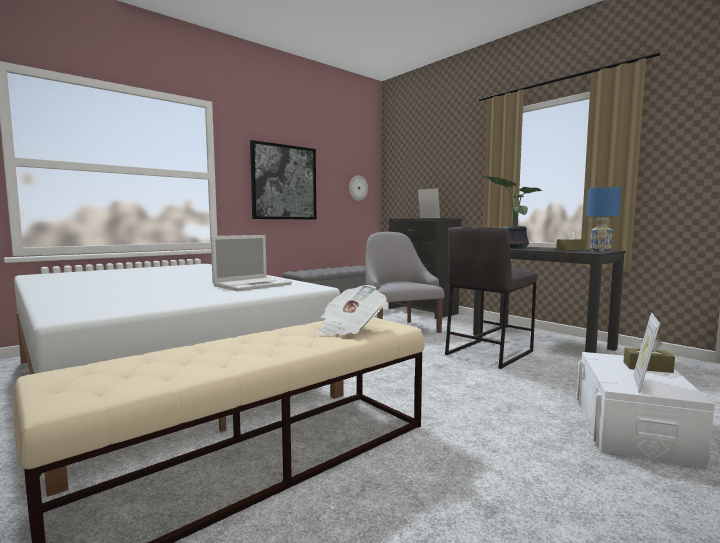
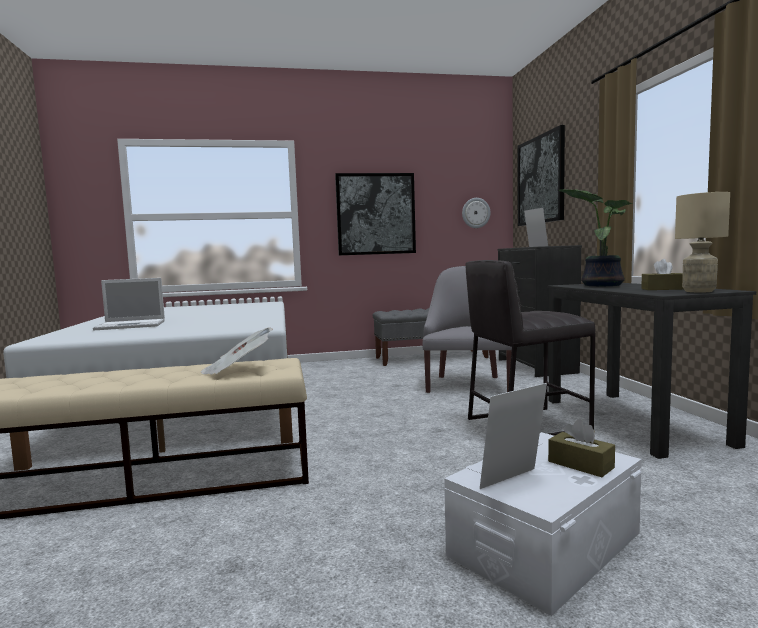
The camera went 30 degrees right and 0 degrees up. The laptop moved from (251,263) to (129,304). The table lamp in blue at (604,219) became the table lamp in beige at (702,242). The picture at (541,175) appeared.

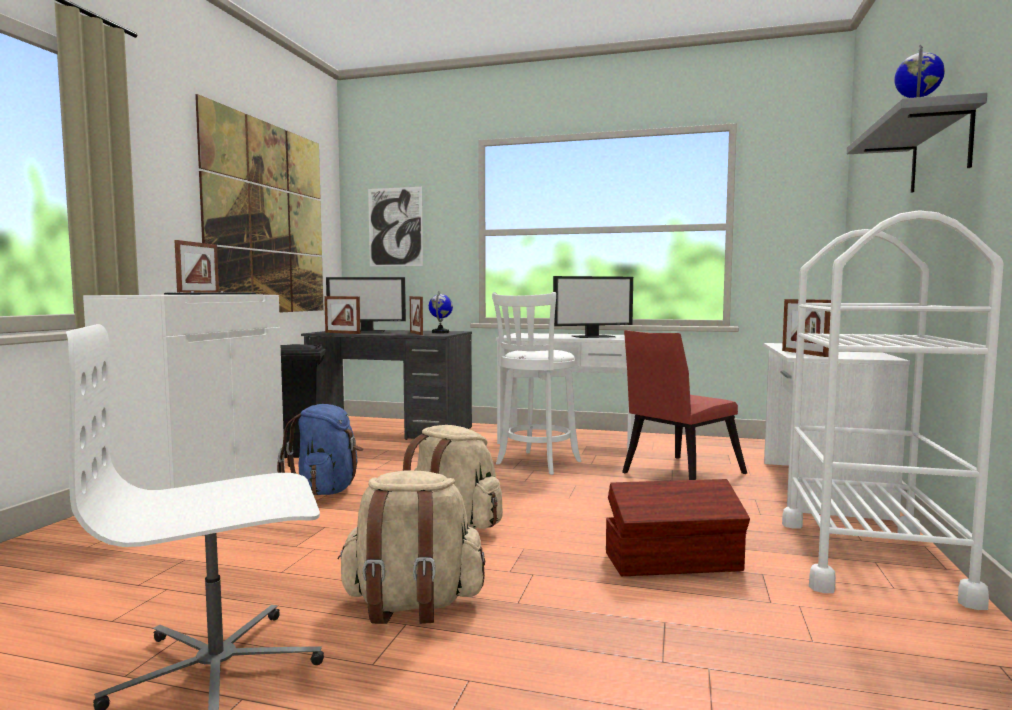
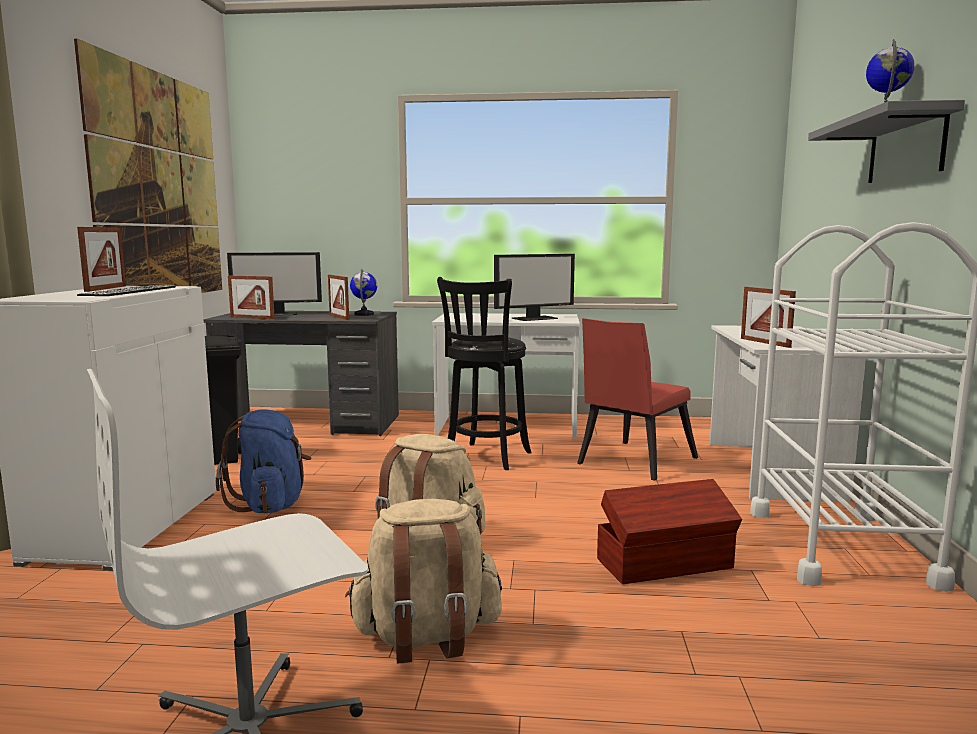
The camera went 10 degrees left and 5 degrees up. The picture at (395,227) disappeared. The stool in white at (537,383) became the stool in black at (484,373).

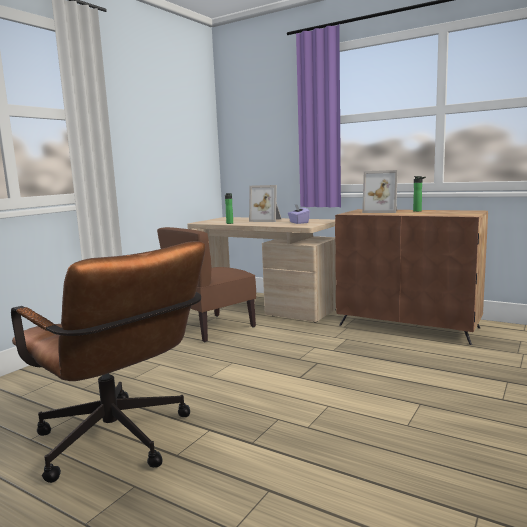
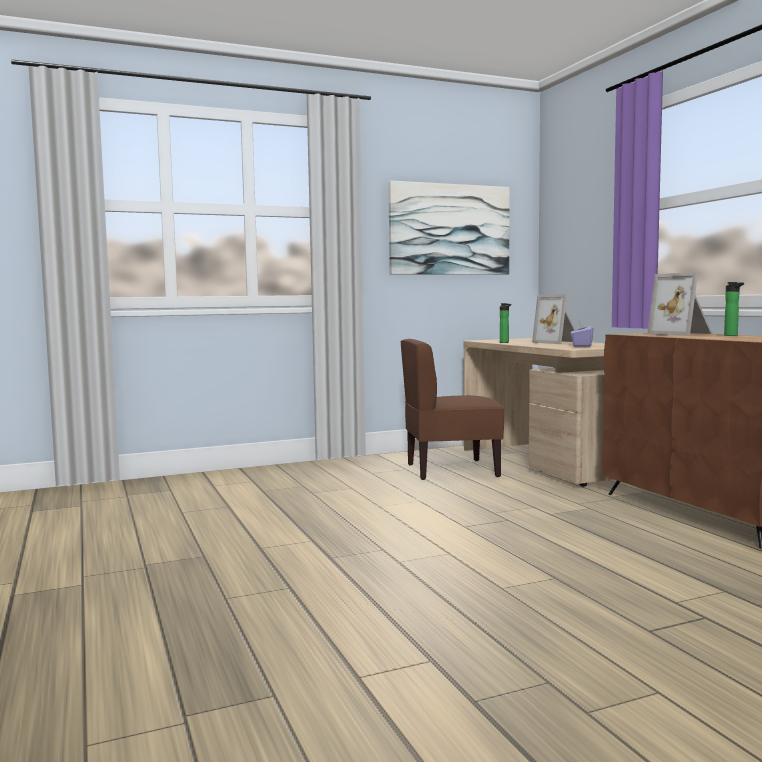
The camera went 35 degrees right and 5 degrees down. The office chair in brown at (108,362) disappeared. The picture at (449,228) appeared.

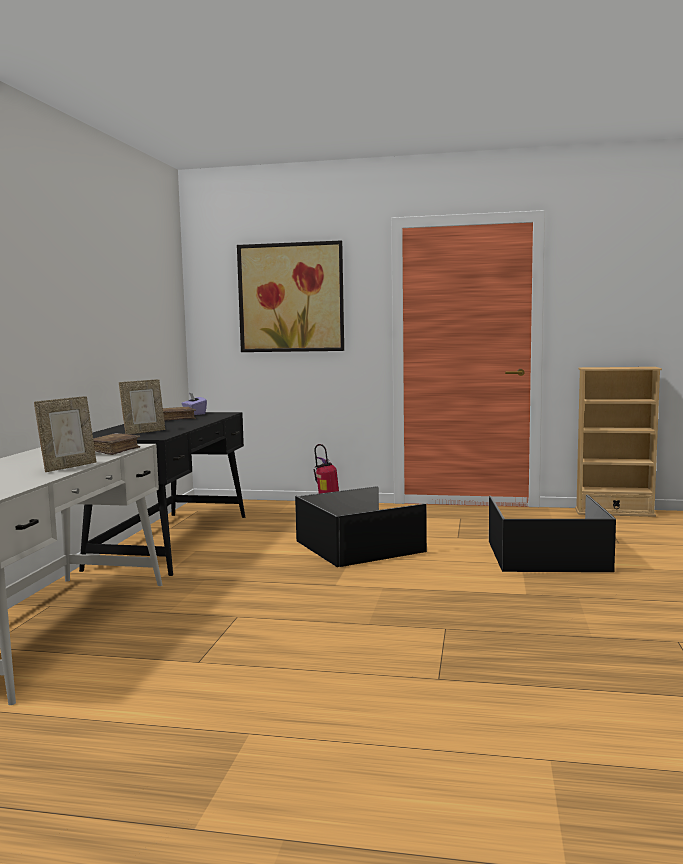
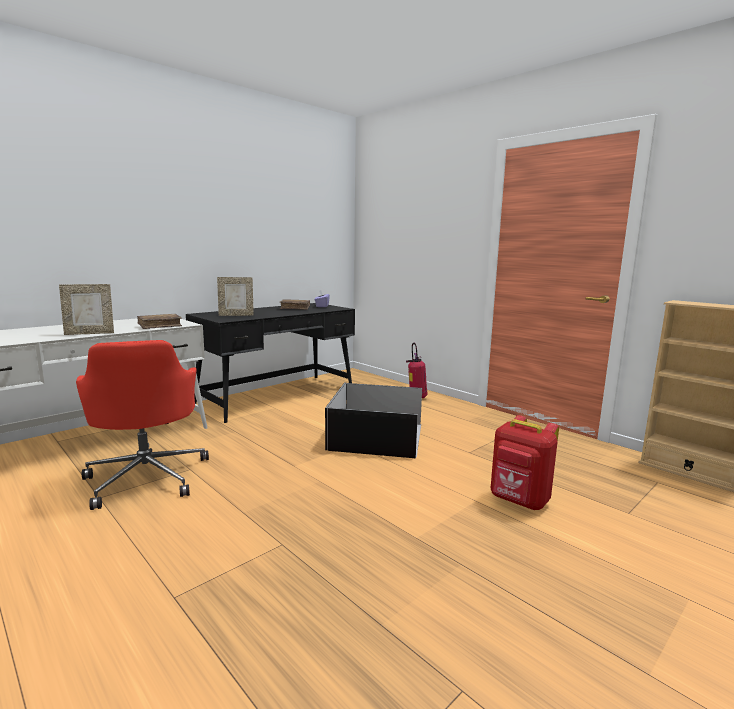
The camera went 35 degrees right and 5 degrees up. The picture at (290,296) disappeared. The storage box in black at (552,533) was replaced by the backpack in red at (525,462). The office chair in red at (142,425) appeared.

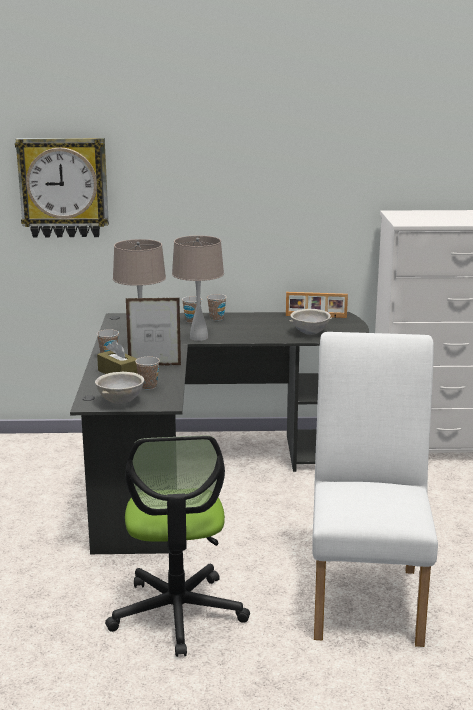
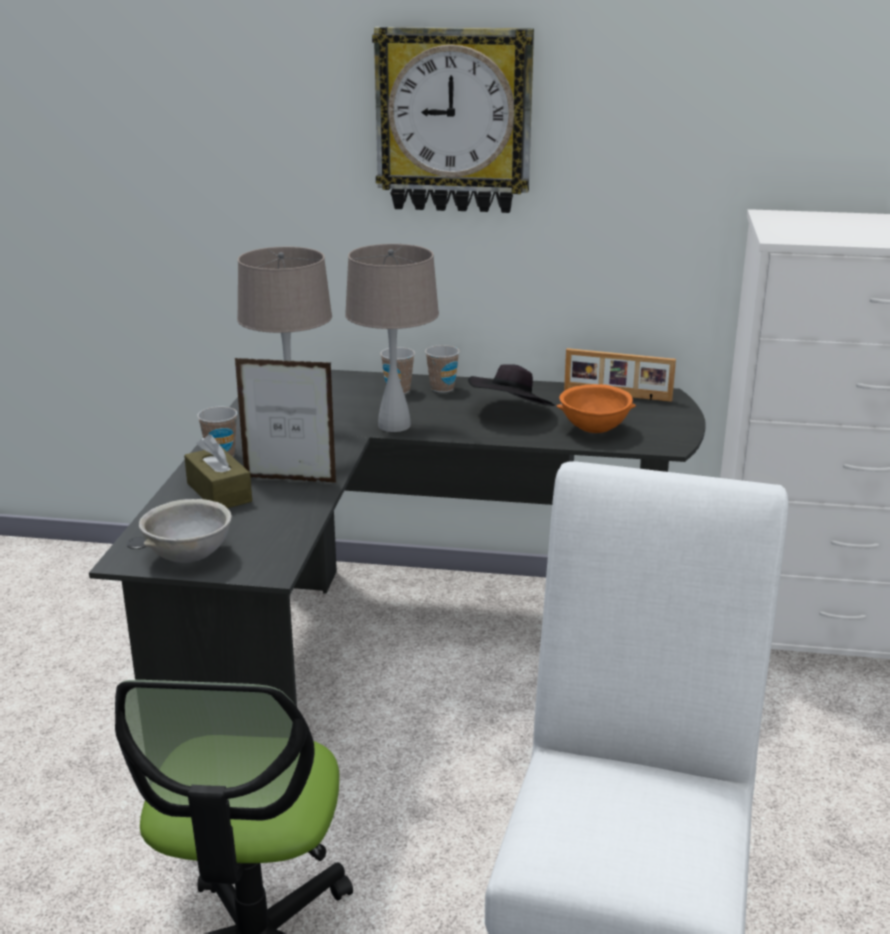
The camera went 10 degrees right and 5 degrees up. The wall clock moved from (62,188) to (453,119). The cup at (147,373) disappeared. The bowl in grey at (310,322) became the bowl in orange at (596,408). The hat in black at (511,385) appeared.

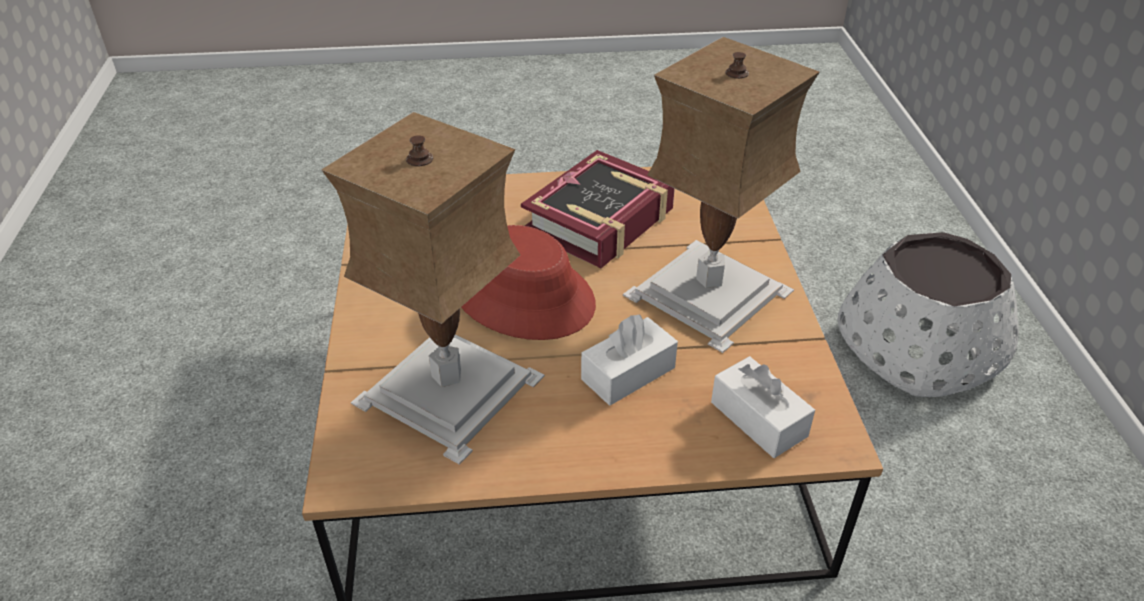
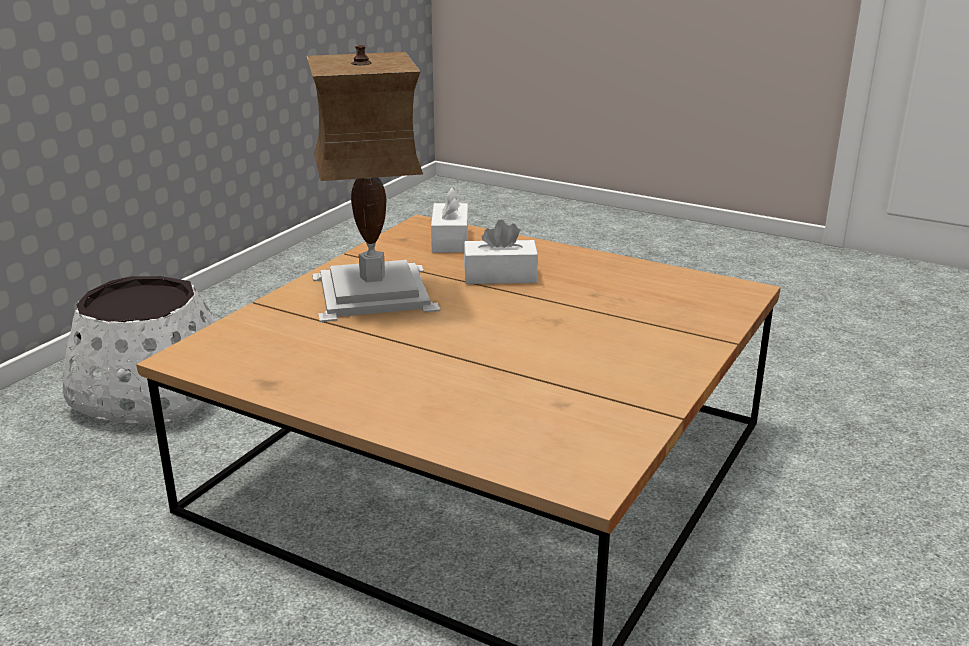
The camera went 145 degrees left and 15 degrees down. The table lamp at (433,288) disappeared. The hat in red at (528,282) disappeared. The book at (598,209) disappeared.

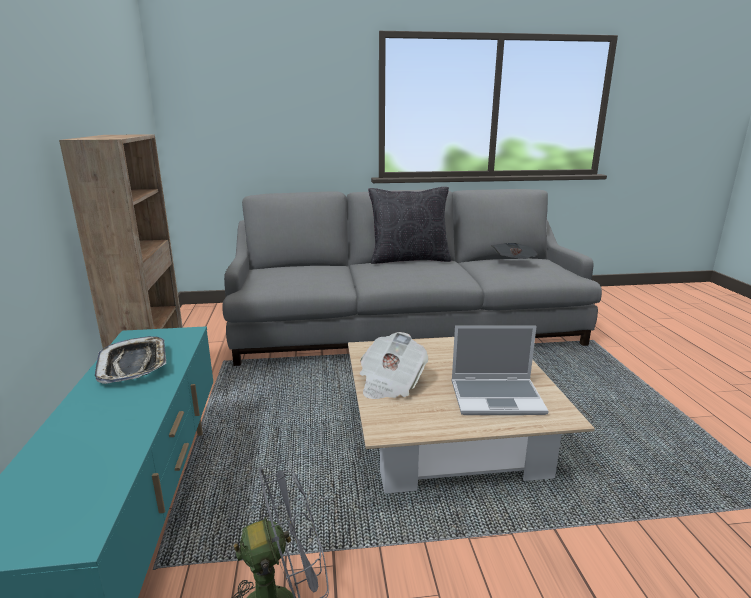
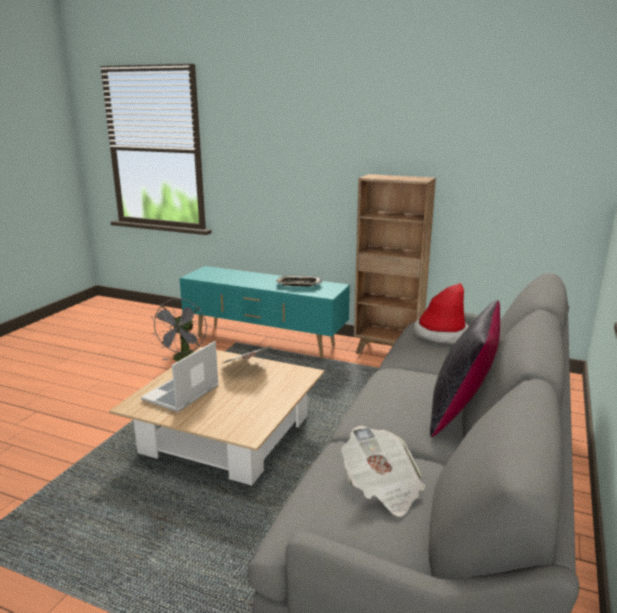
The camera went 120 degrees right and 0 degrees up. The hat at (441,313) appeared.

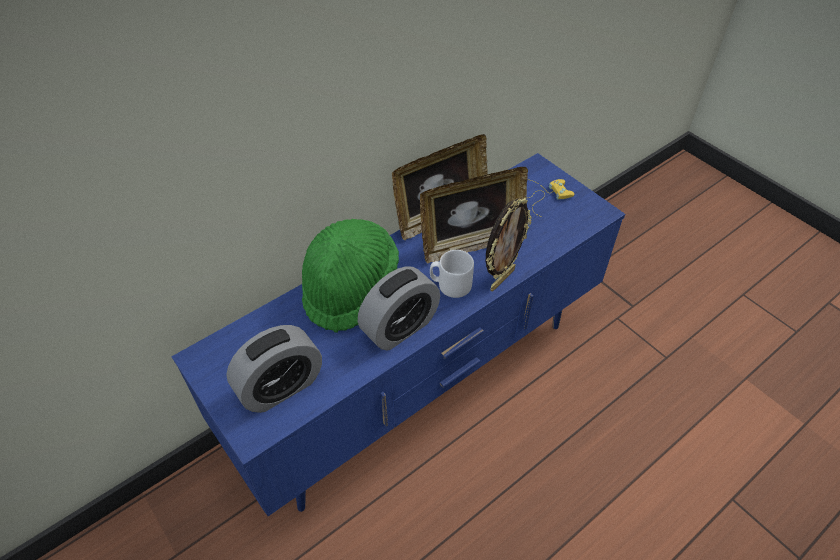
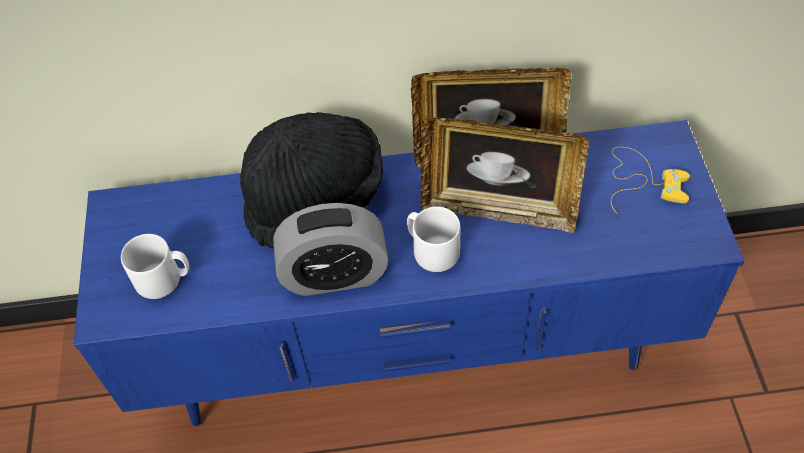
The camera went 35 degrees right and 5 degrees up. The alarm clock at (274,369) was replaced by the mug in white at (155,266). The hat in green at (350,276) became the hat in black at (311,180). The picture frame at (509,244) disappeared.

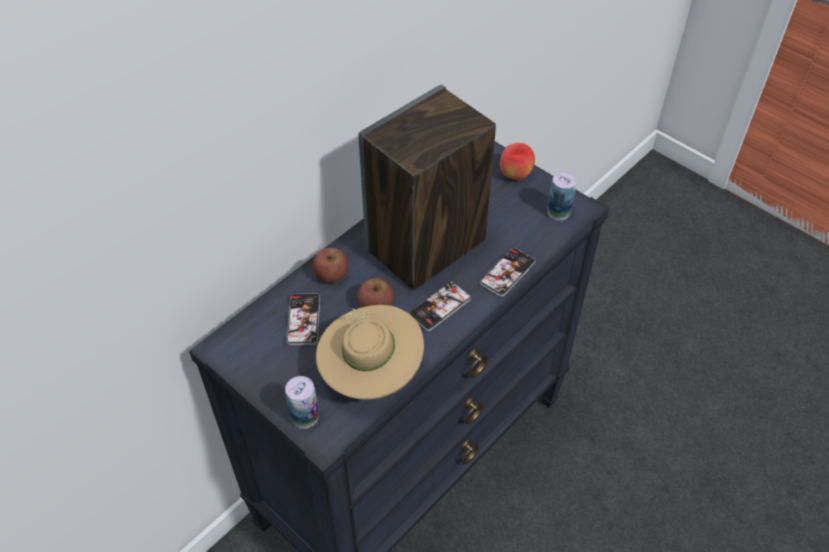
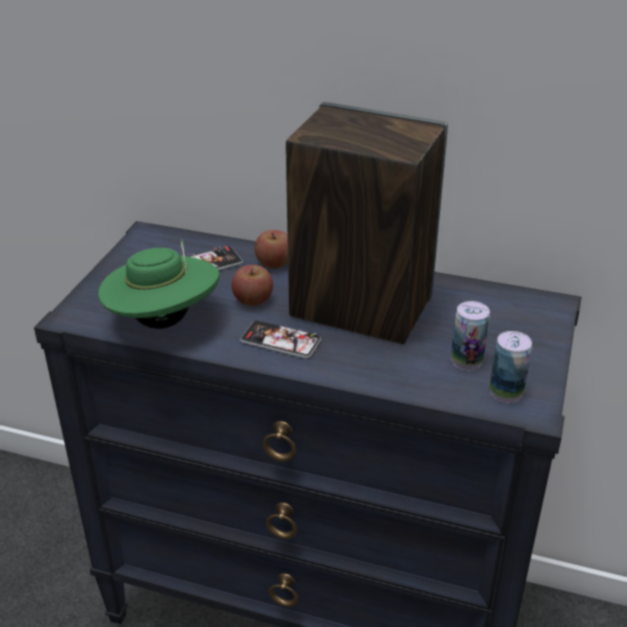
The camera went 65 degrees right and 15 degrees down. The can moved from (302,402) to (470,336). The hat in beige at (370,352) became the hat in green at (159,284). The phone at (507,272) disappeared. The apple at (517,161) disappeared.

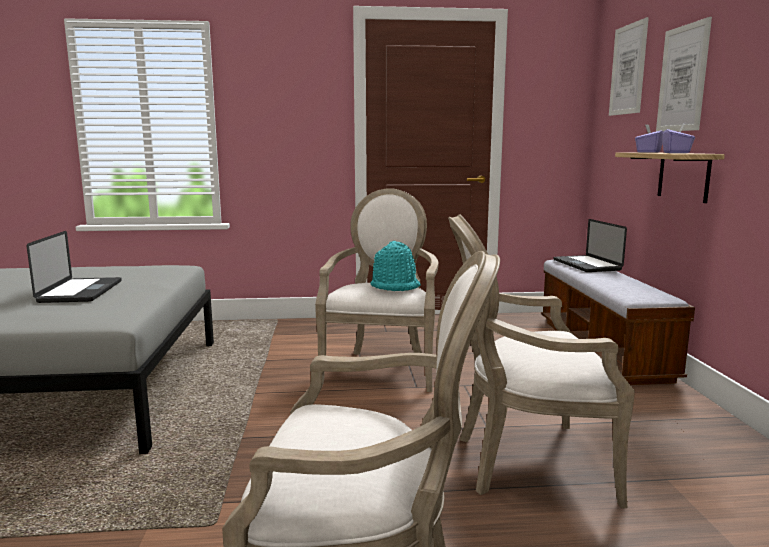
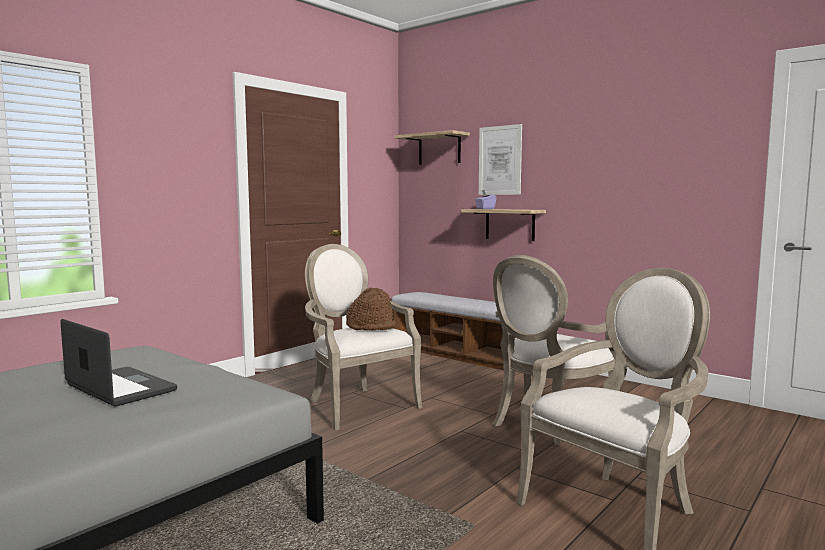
The camera went 45 degrees left and 5 degrees down. The hat in turquoise at (395,266) became the hat in brown at (371,309). The laptop at (590,245) disappeared. The picture at (629,66) was replaced by the shelf at (432,147). The tissue box in purple at (679,138) disappeared.

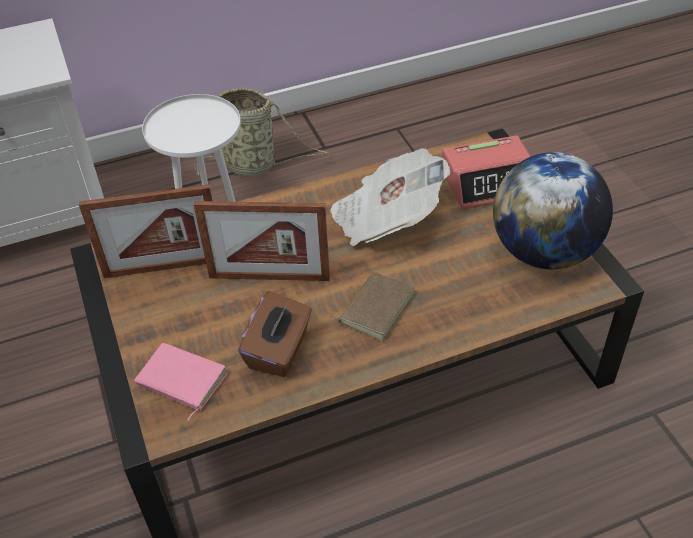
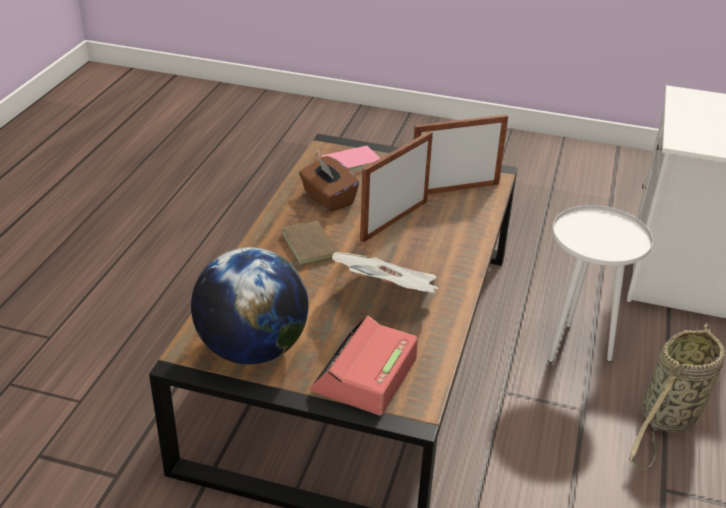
The camera went 125 degrees right and 10 degrees down. The picture frame at (145,231) turned 45 degrees clockwise.

